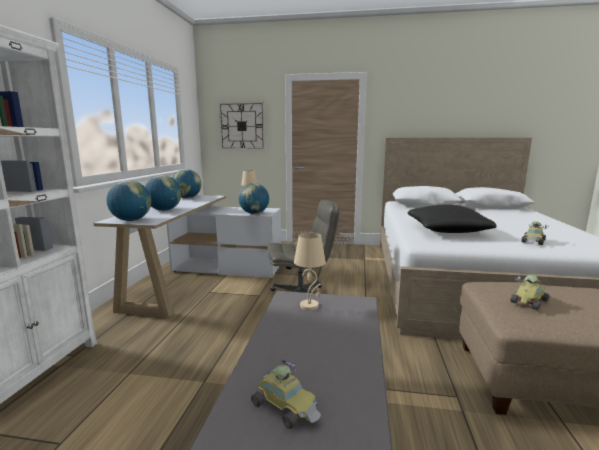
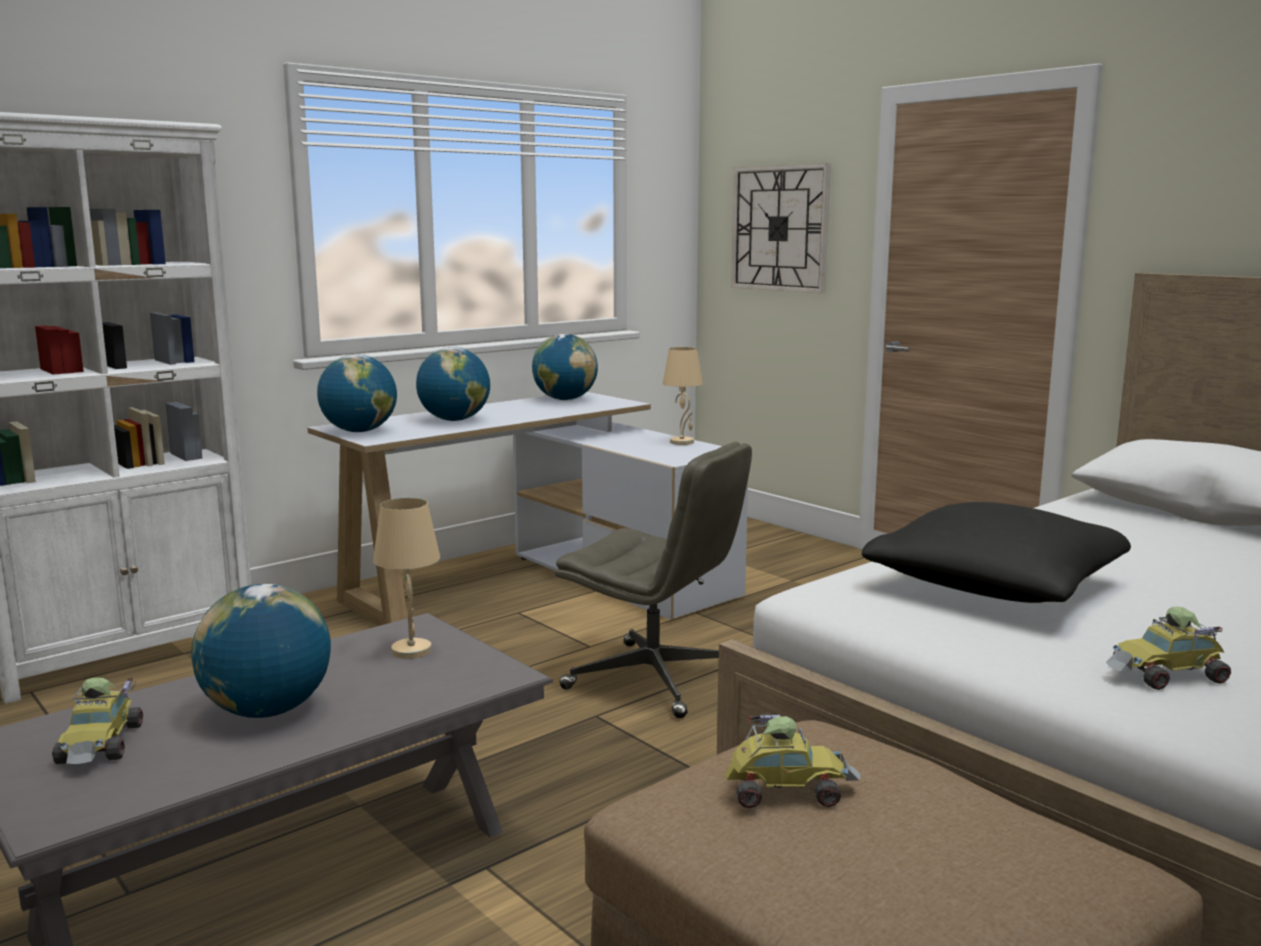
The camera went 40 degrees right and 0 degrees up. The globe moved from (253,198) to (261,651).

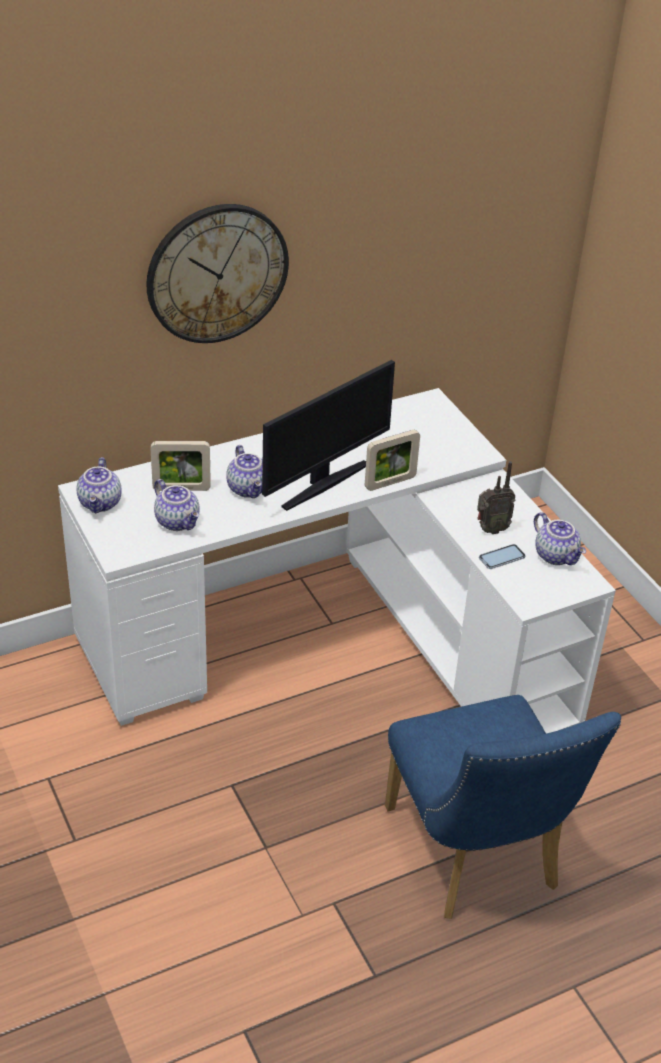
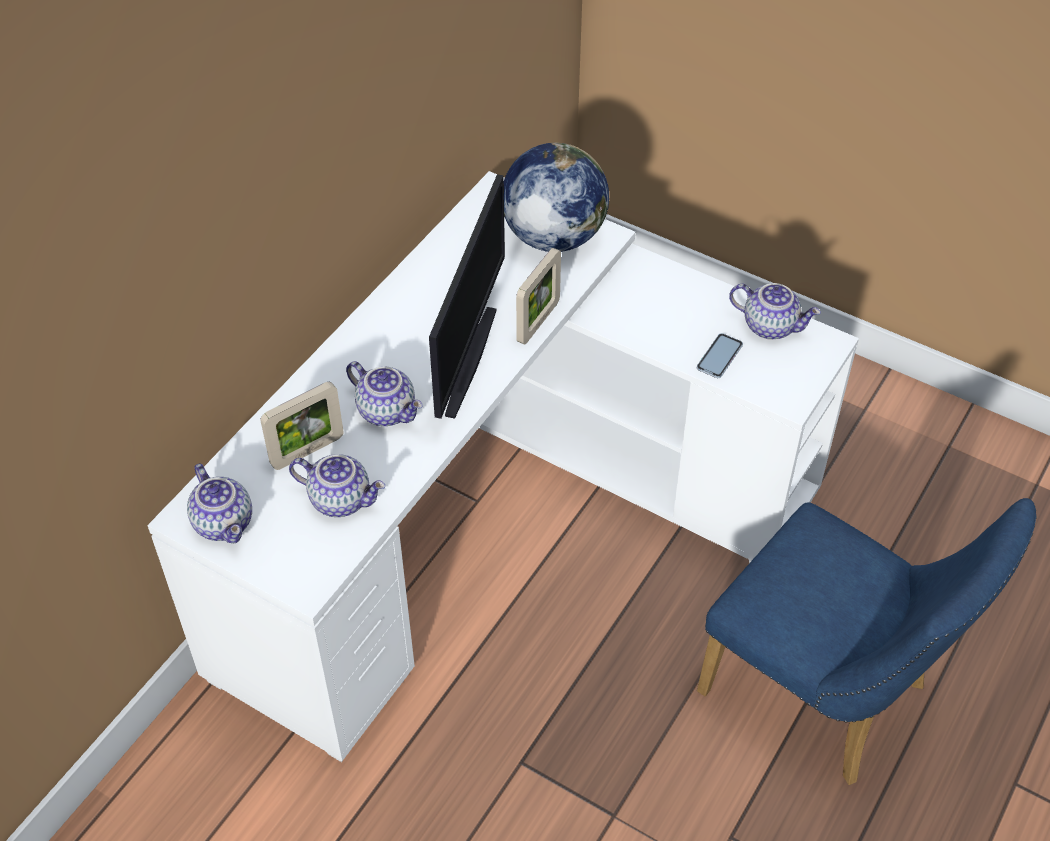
The camera went 30 degrees left and 10 degrees up. The wall clock at (217,273) disappeared. The radio at (496,497) disappeared. The globe at (556,197) appeared.

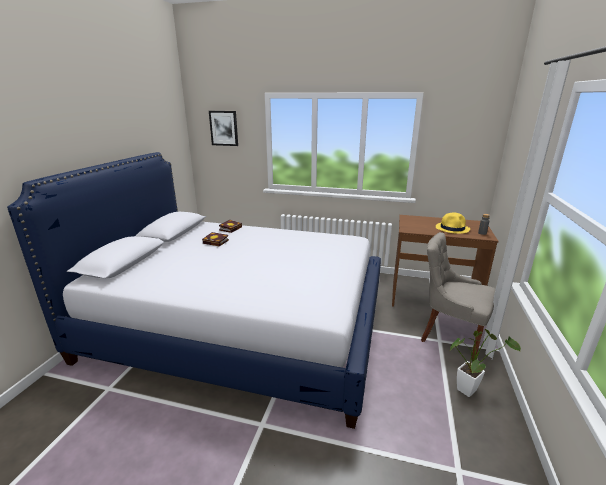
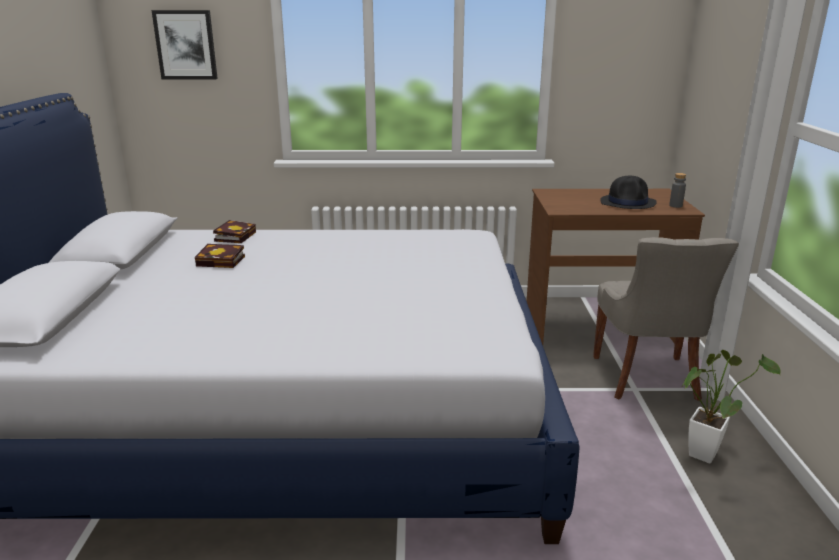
The camera went 15 degrees left and 0 degrees up. The chair in grey at (458,296) turned 105 degrees counterclockwise. The hat in yellow at (453,223) became the hat in black at (628,192).

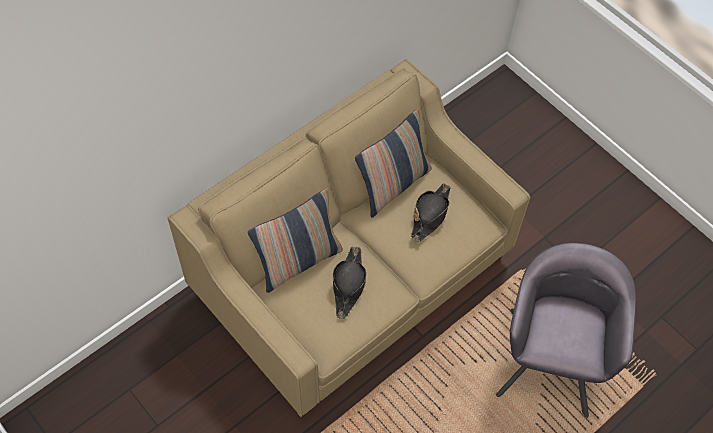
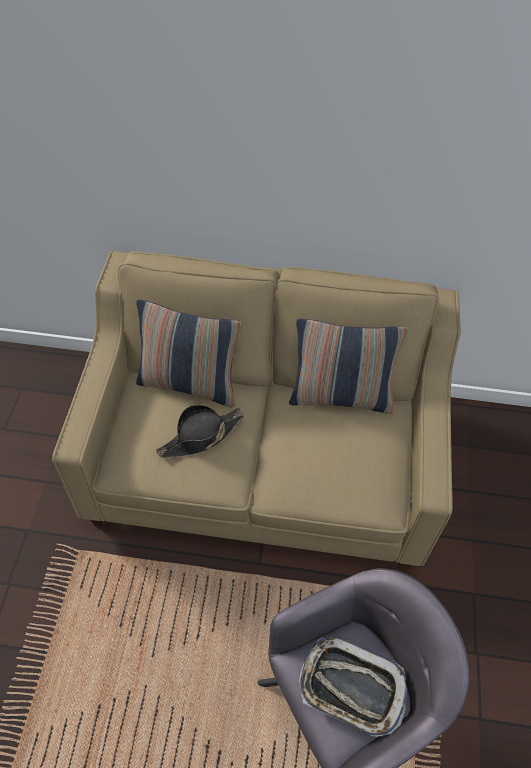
The camera went 50 degrees right and 5 degrees down. The hat in black at (431,212) disappeared. The tray at (353,686) appeared.

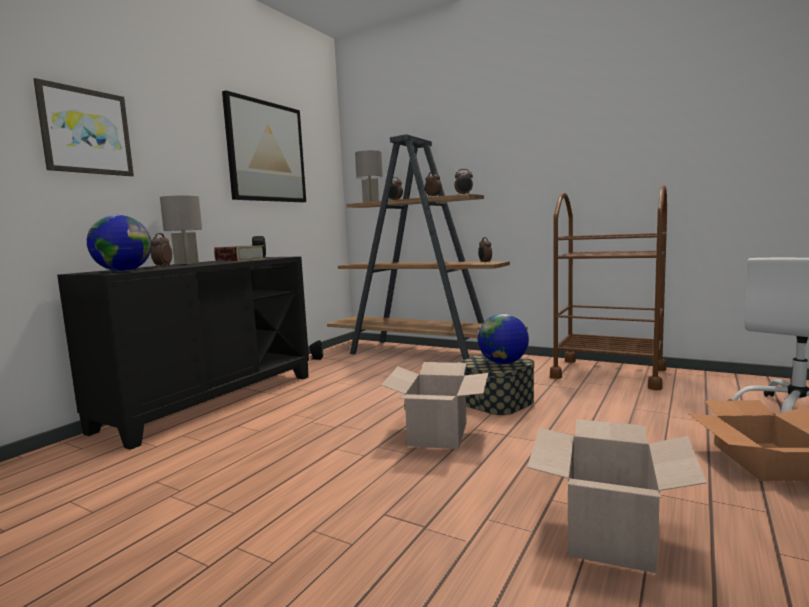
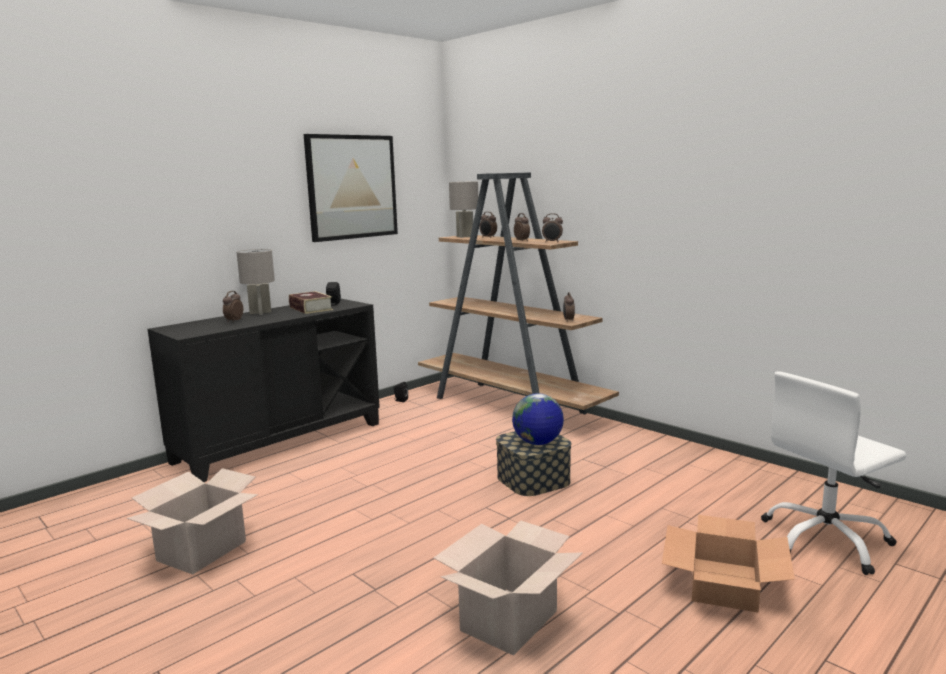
The camera went 15 degrees right and 5 degrees up. The picture at (83,127) disappeared. The globe at (119,243) disappeared. The cardboard box moved from (434,405) to (192,521). The cart in brown at (608,287) disappeared.

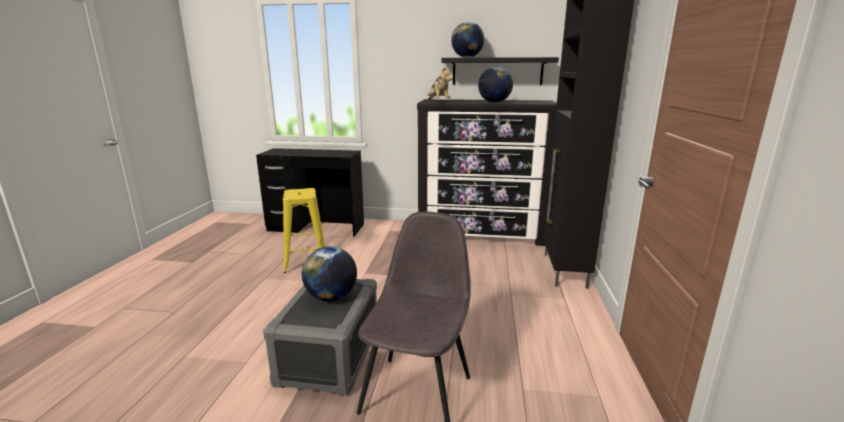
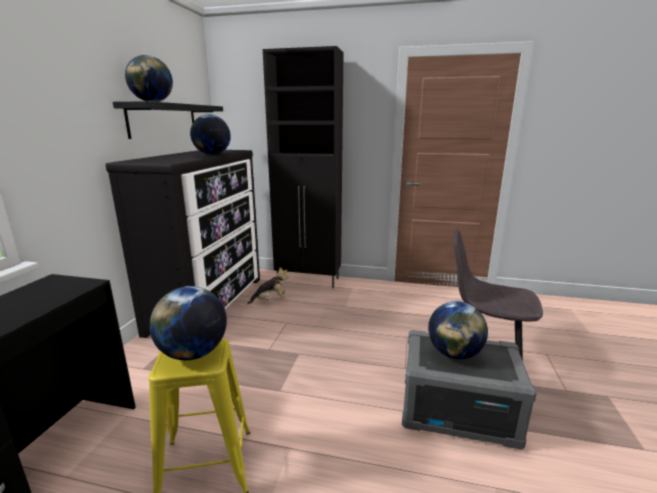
The camera went 85 degrees left and 0 degrees up. The plush toy moved from (440,84) to (268,285). The globe at (188,323) appeared.

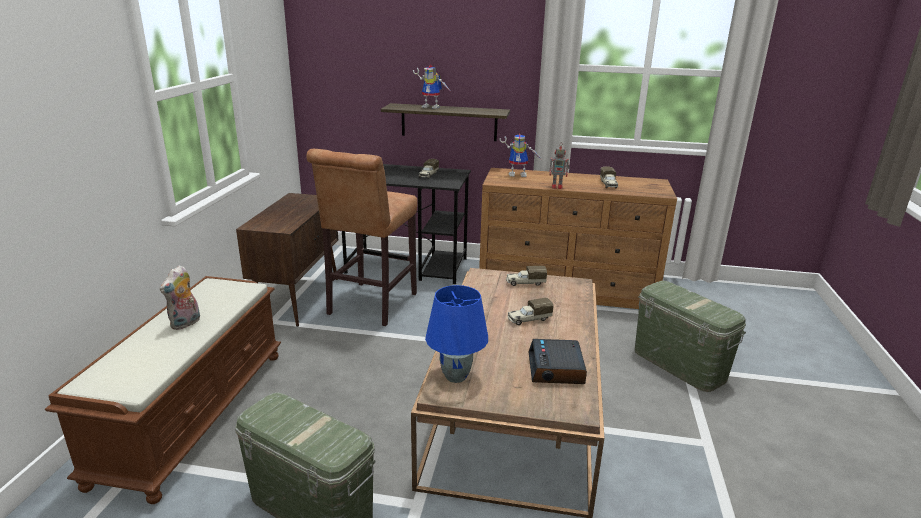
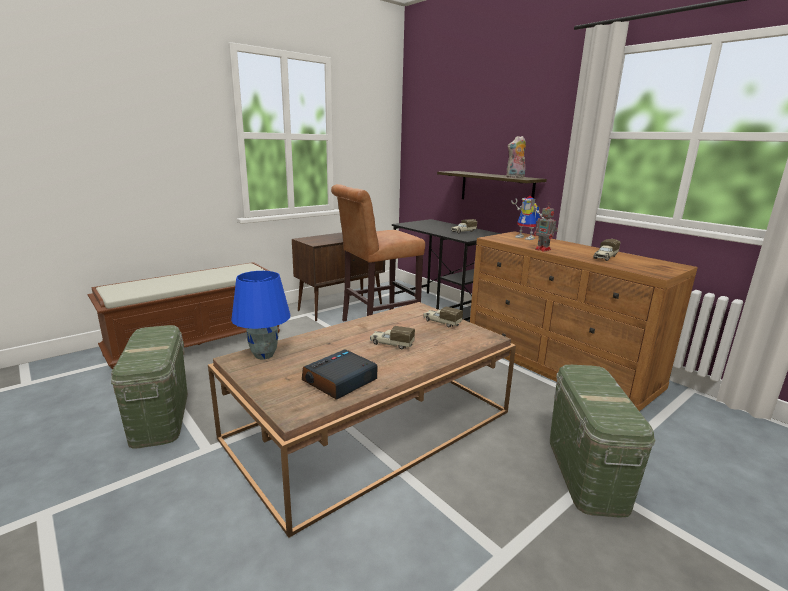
The camera went 40 degrees right and 5 degrees down. The plush toy moved from (180,297) to (516,157). The toy robot at (432,87) disappeared.

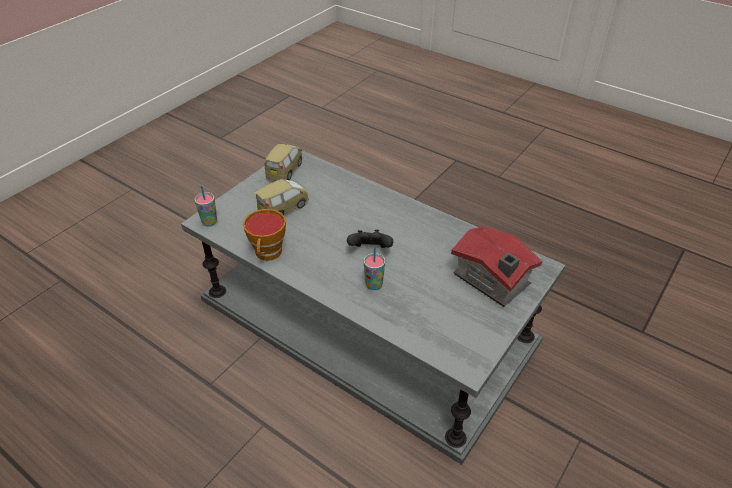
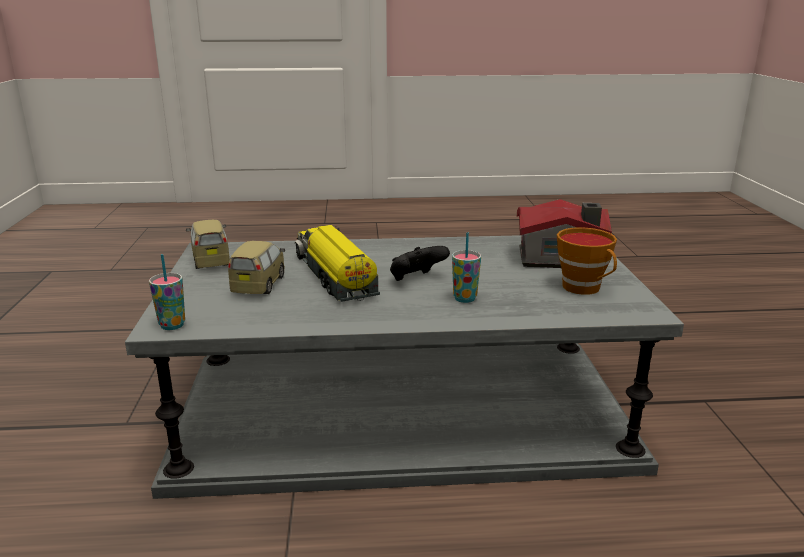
The camera went 40 degrees left and 20 degrees down. The cup moved from (264,235) to (587,261). The toy truck at (337,263) appeared.

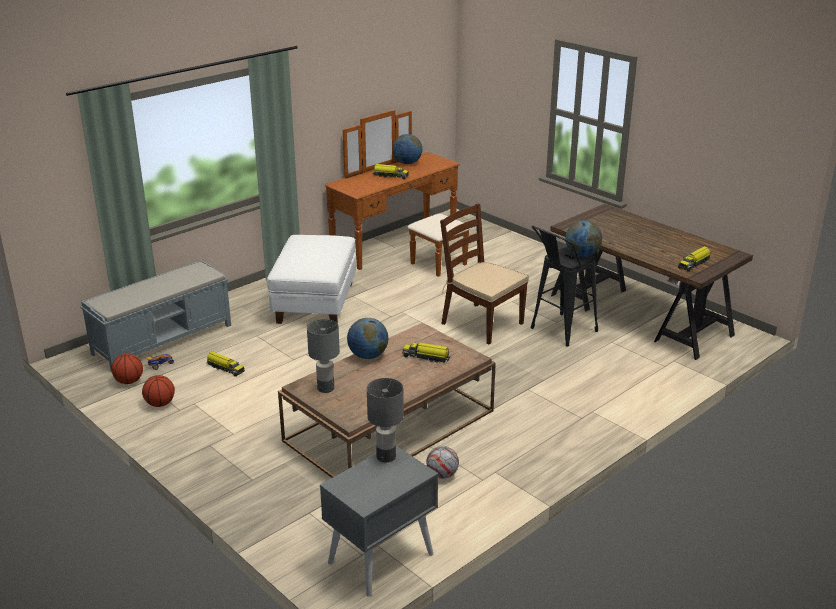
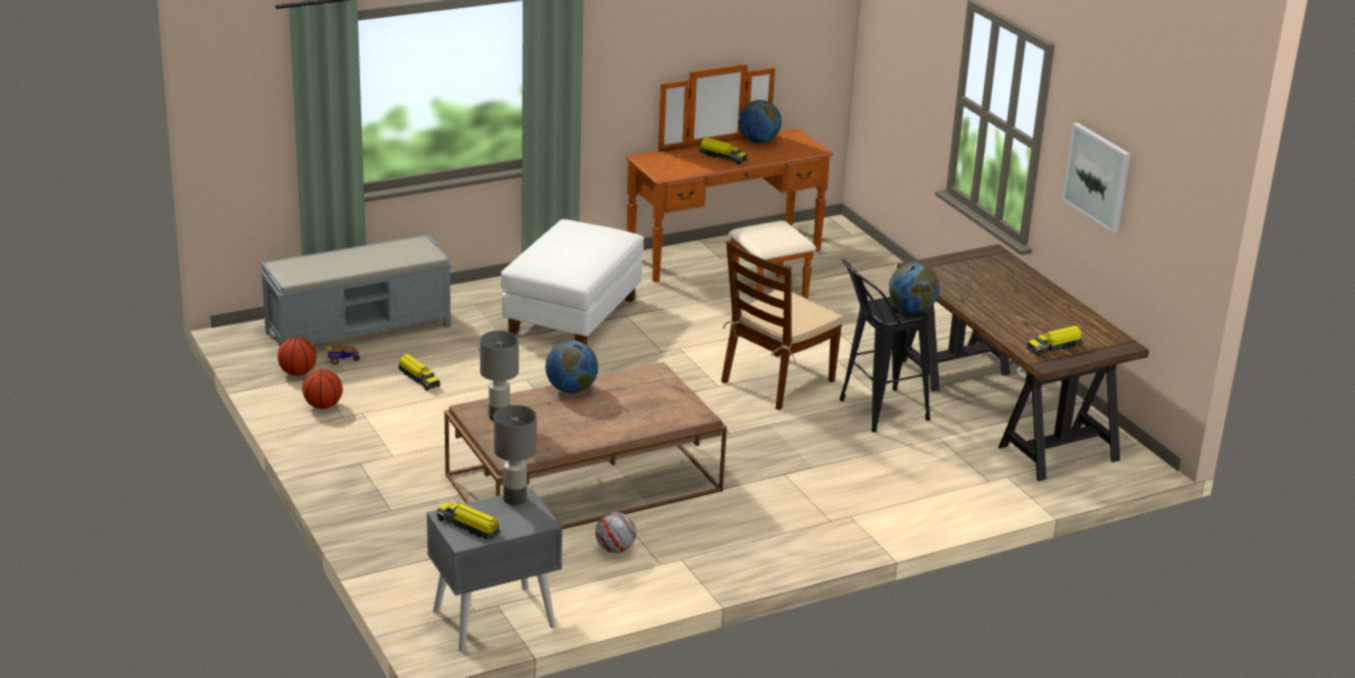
The camera went 15 degrees right and 0 degrees up. The toy truck moved from (426,352) to (469,520). The chair in brown at (484,273) turned 105 degrees counterclockwise. The picture at (1095,178) appeared.

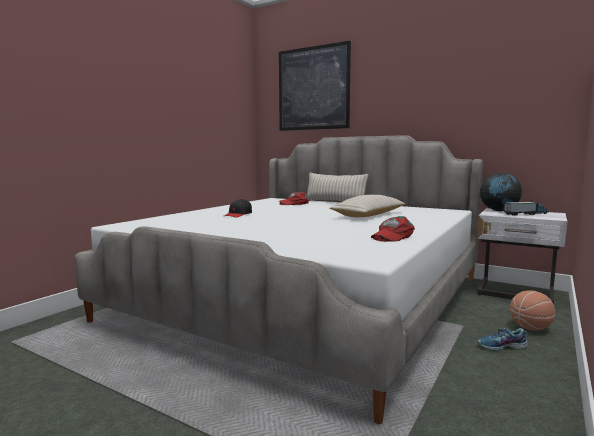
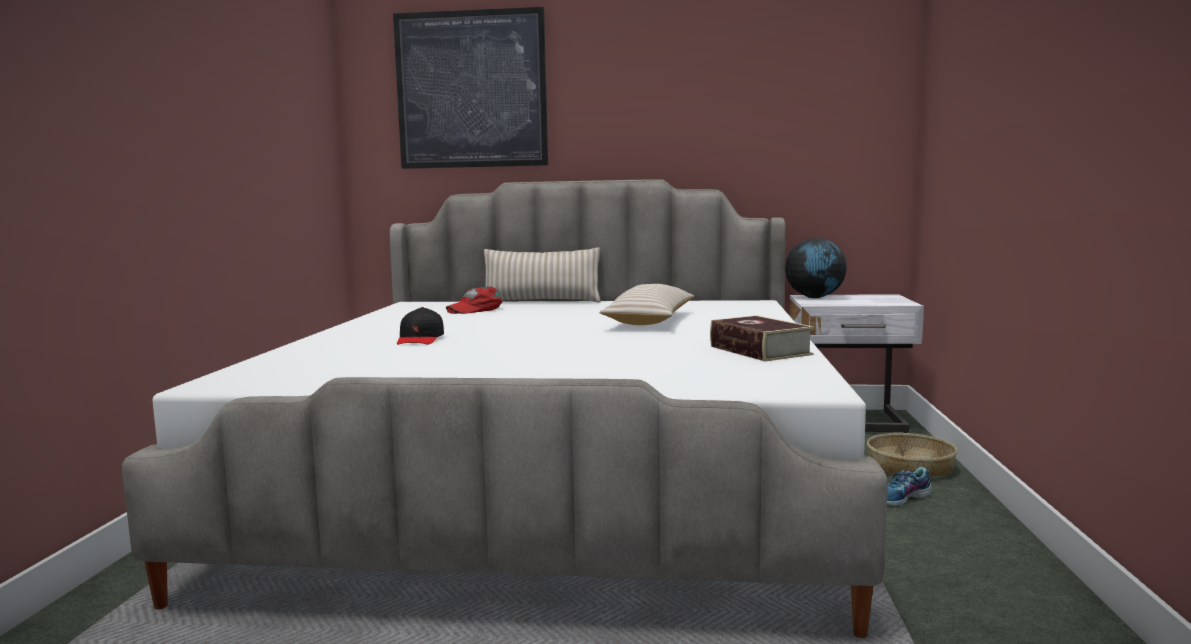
The camera went 25 degrees left and 0 degrees up. The cap in red at (393,229) was replaced by the book at (762,338). The toy truck at (526,208) disappeared. The basketball at (532,310) was replaced by the basket at (912,455).

